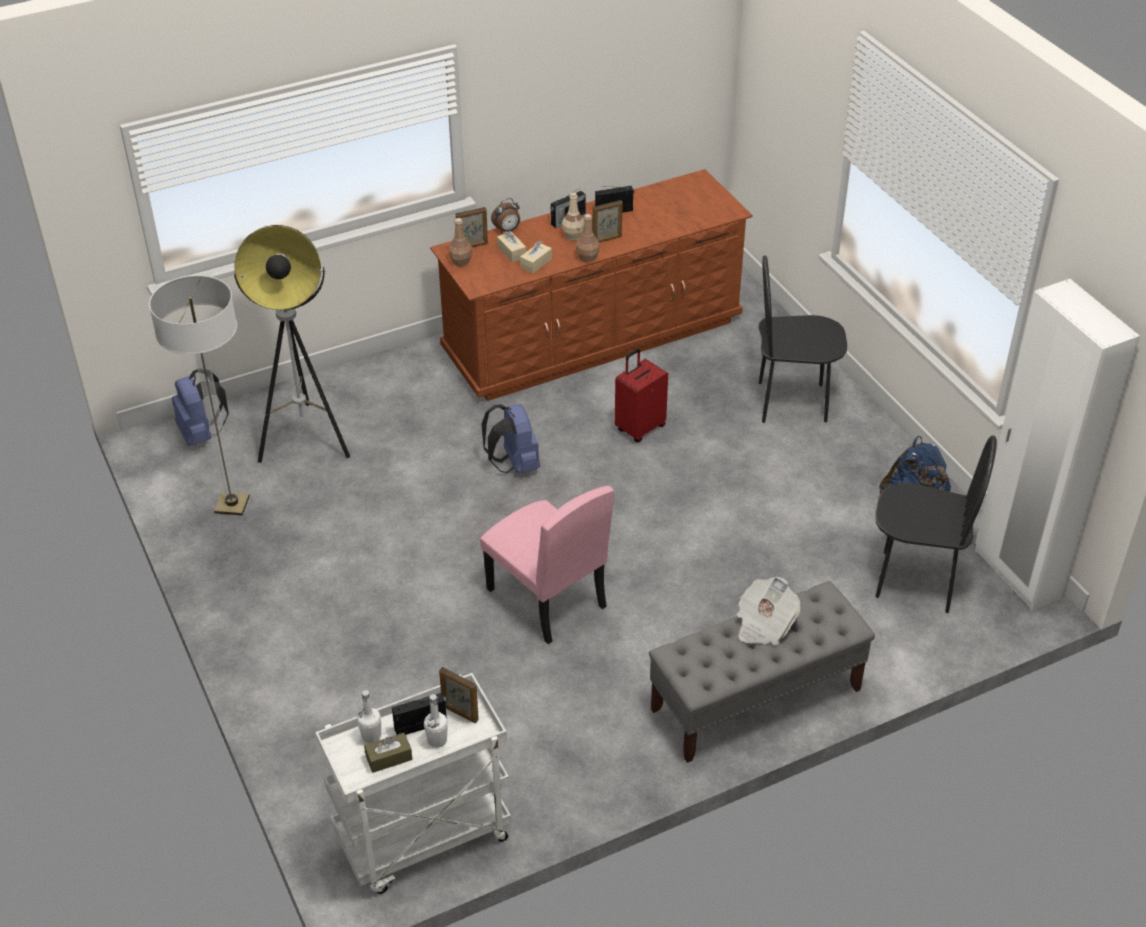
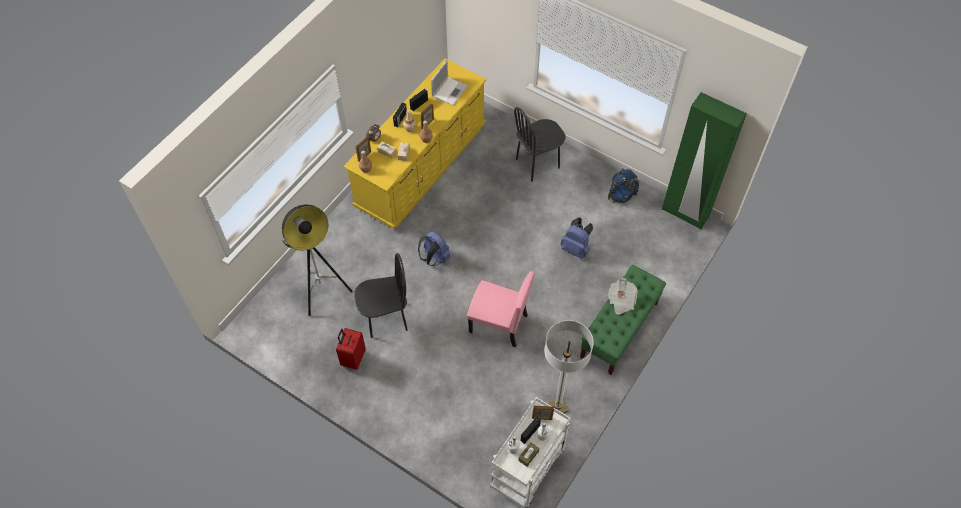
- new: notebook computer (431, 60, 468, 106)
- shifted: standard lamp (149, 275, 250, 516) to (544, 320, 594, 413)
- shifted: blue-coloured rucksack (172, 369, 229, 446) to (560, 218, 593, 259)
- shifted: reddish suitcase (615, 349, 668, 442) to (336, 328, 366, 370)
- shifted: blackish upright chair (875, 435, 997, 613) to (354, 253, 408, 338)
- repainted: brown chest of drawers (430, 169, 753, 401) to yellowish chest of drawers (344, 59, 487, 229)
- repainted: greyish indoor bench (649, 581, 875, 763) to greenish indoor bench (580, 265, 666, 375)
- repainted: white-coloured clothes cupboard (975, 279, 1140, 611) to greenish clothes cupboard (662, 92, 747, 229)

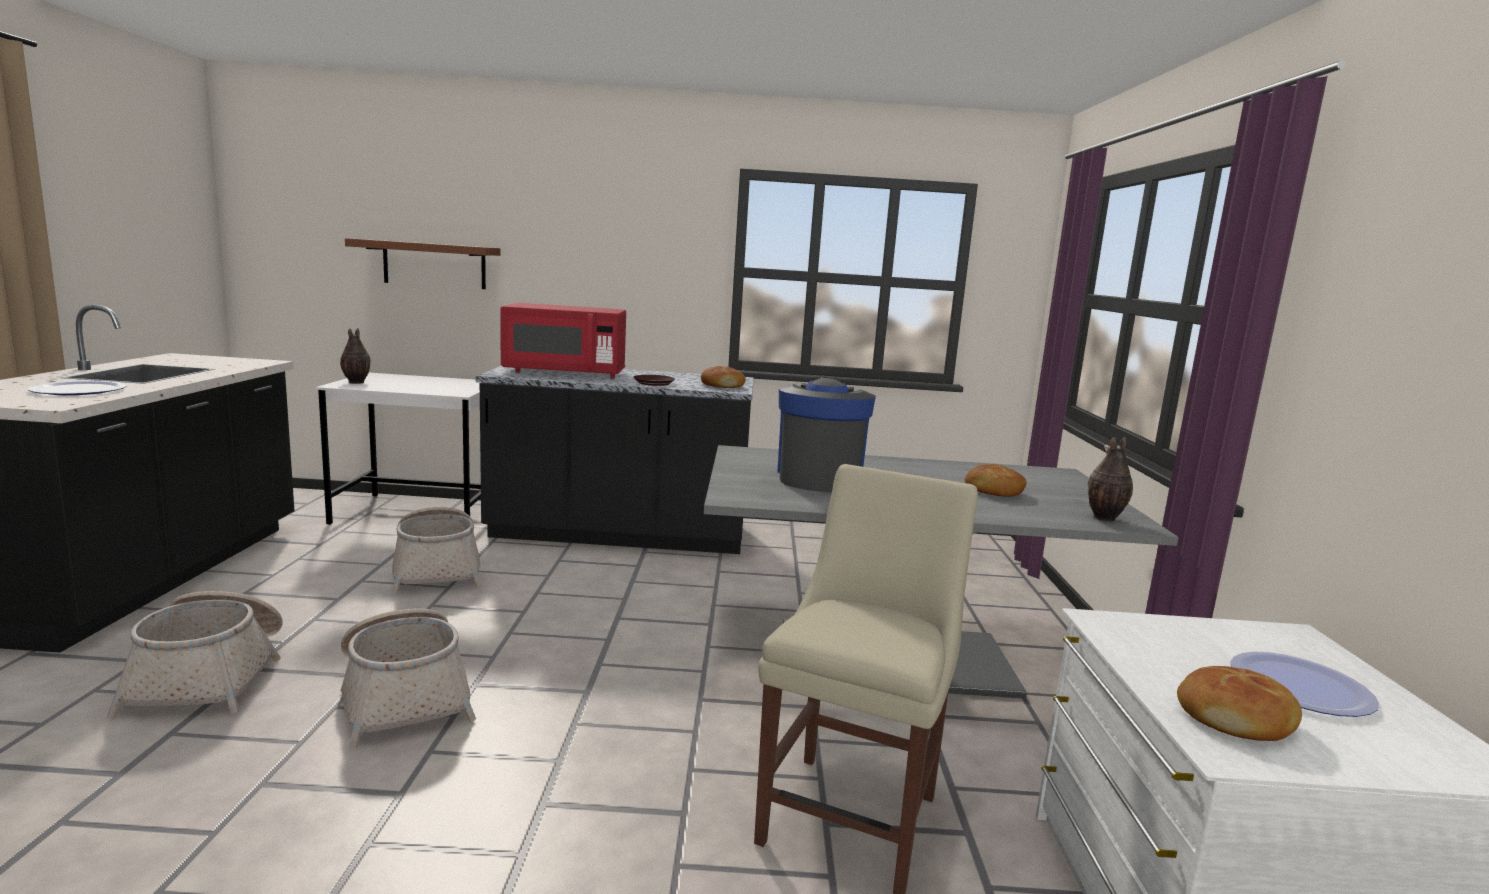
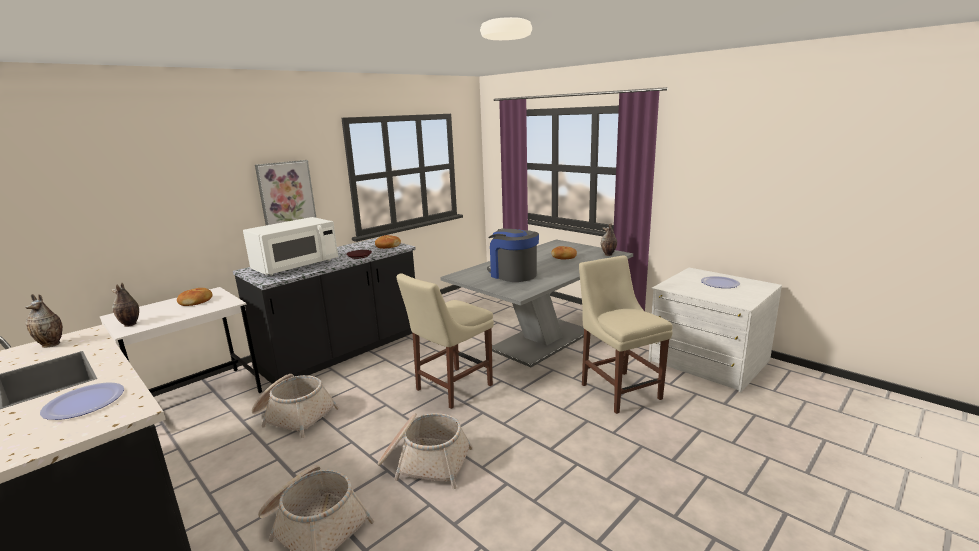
- gone: brown shelf (345, 238, 501, 289)
- new: decorative vase (25, 294, 63, 348)
- new: wall art (255, 160, 316, 225)
- new: beige-coloured upright chair (396, 273, 494, 409)
- shifted: bread (1177, 666, 1302, 741) to (177, 288, 212, 306)
- repainted: reddish kitchen microwave (500, 303, 626, 378) to white-coloured kitchen microwave (243, 217, 338, 276)

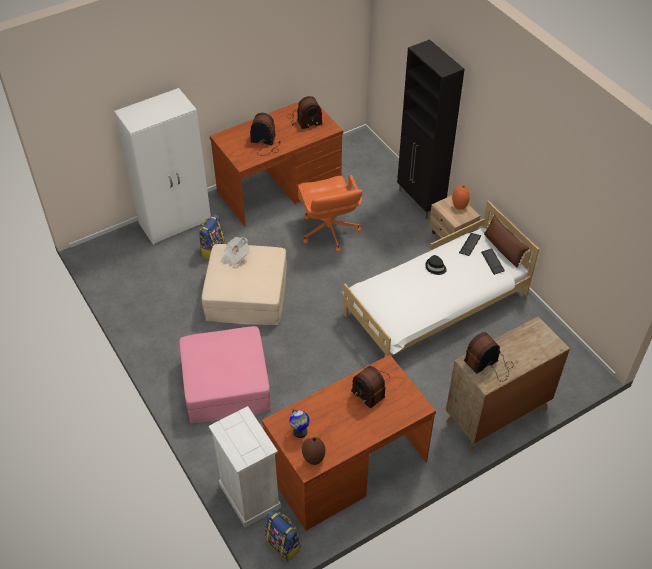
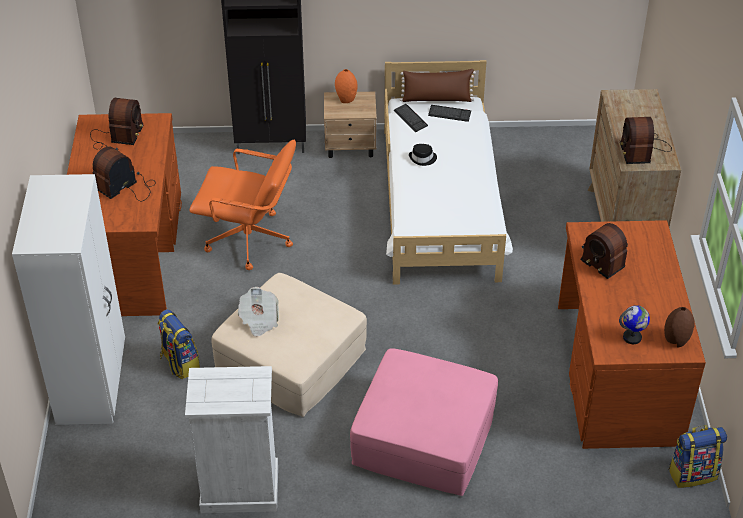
- shifted: white-coloured chest of drawers (209, 406, 281, 528) to (185, 366, 278, 513)
- rotated: radio (351, 366, 390, 409) = (580, 223, 628, 279) 60 degrees clockwise

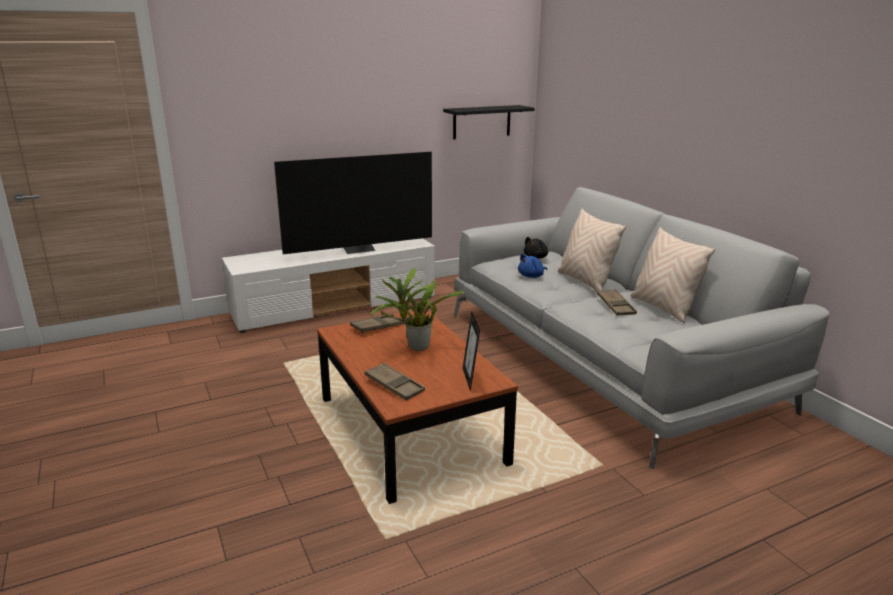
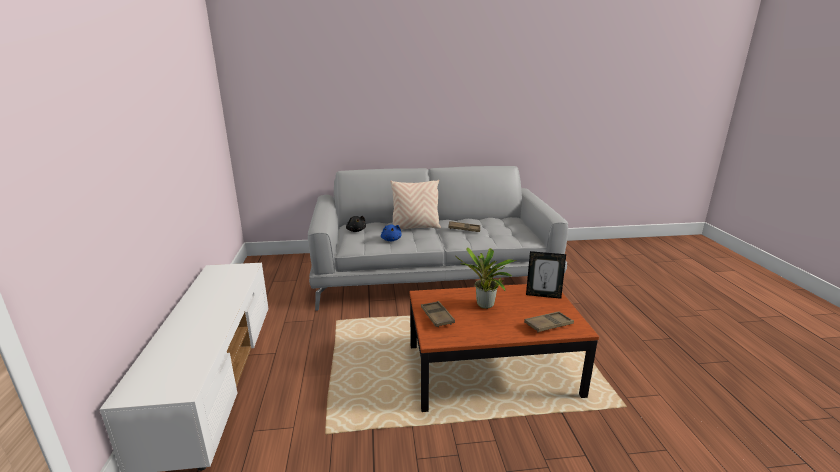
- gone: TV (274, 152, 432, 254)
- gone: blackish shelf (443, 105, 535, 140)
- gone: beige-coloured throw pillow (631, 227, 715, 323)

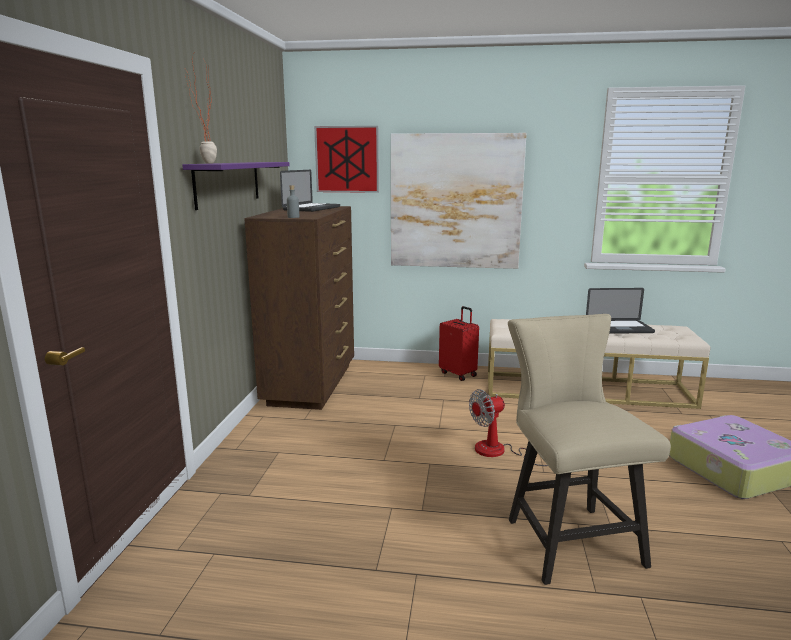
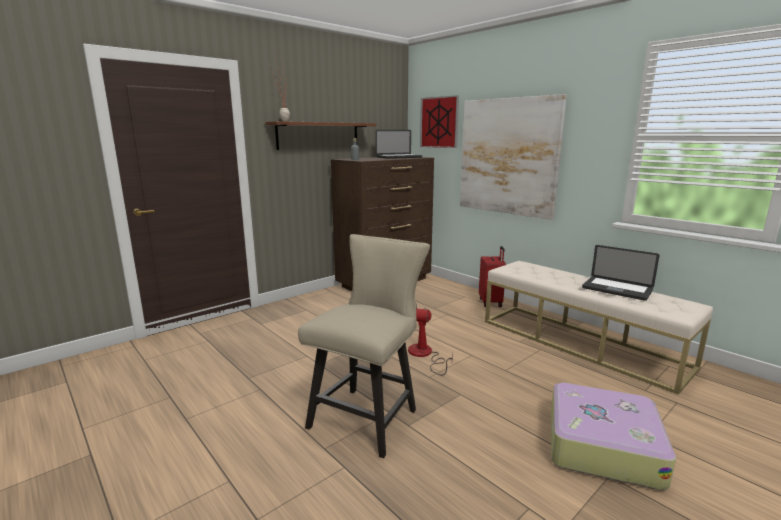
- repainted: purple shelf (182, 162, 290, 210) to brown shelf (265, 121, 376, 150)

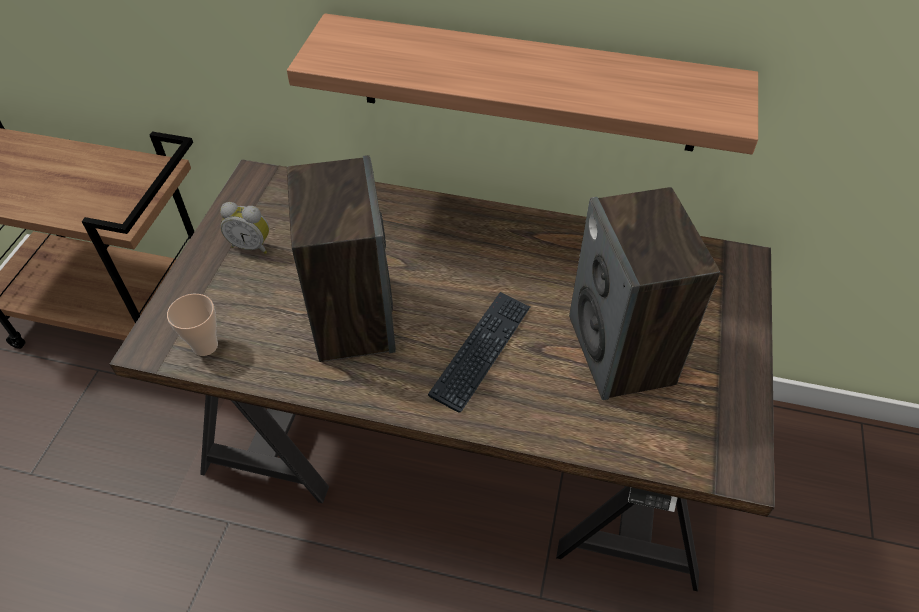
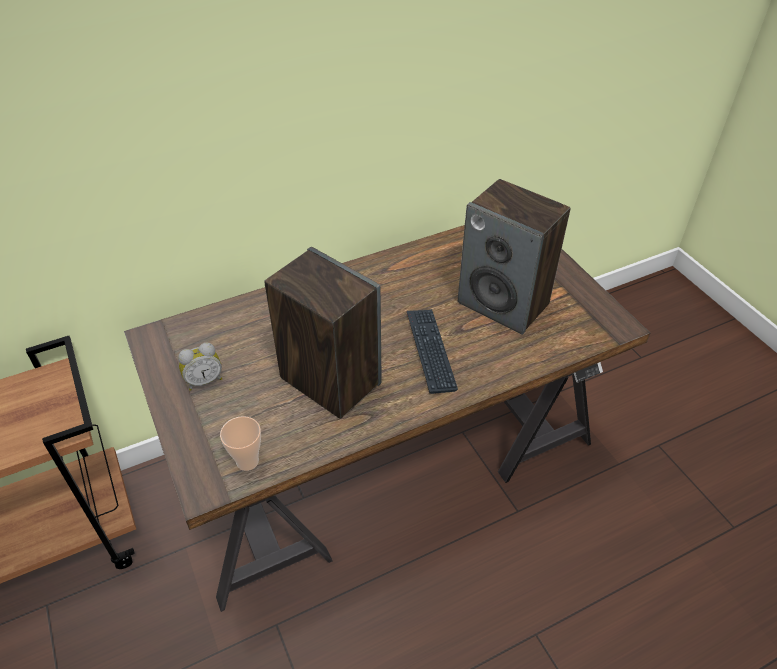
- gone: shelf (287, 13, 758, 155)

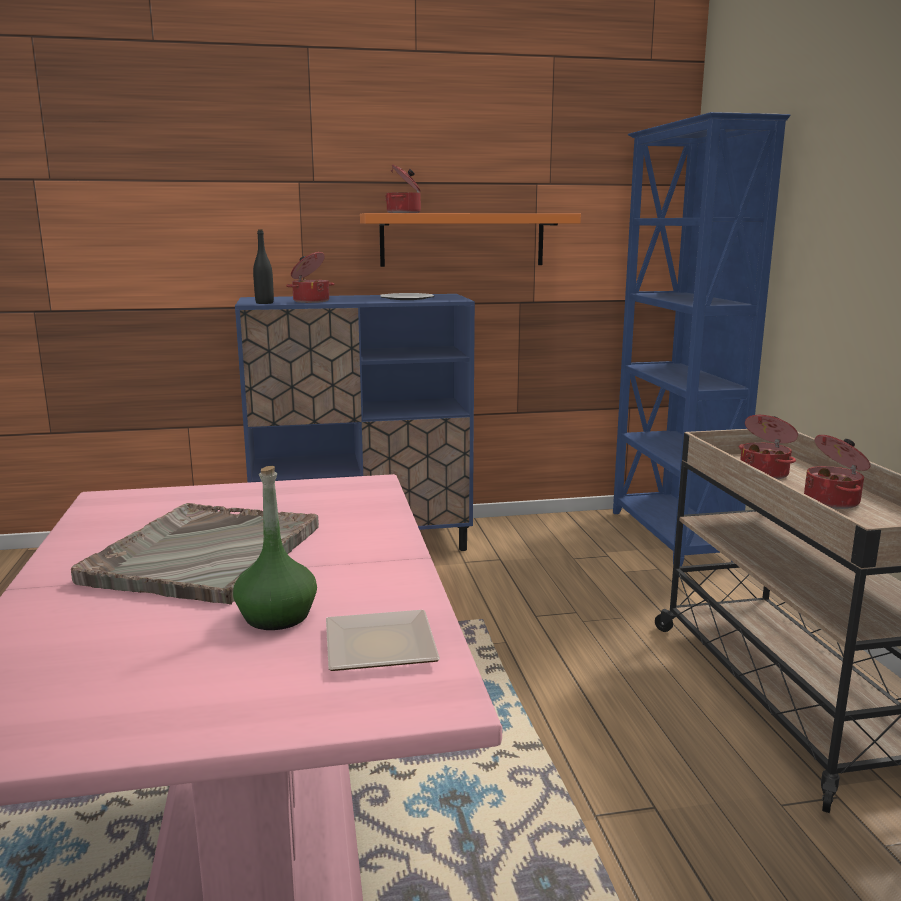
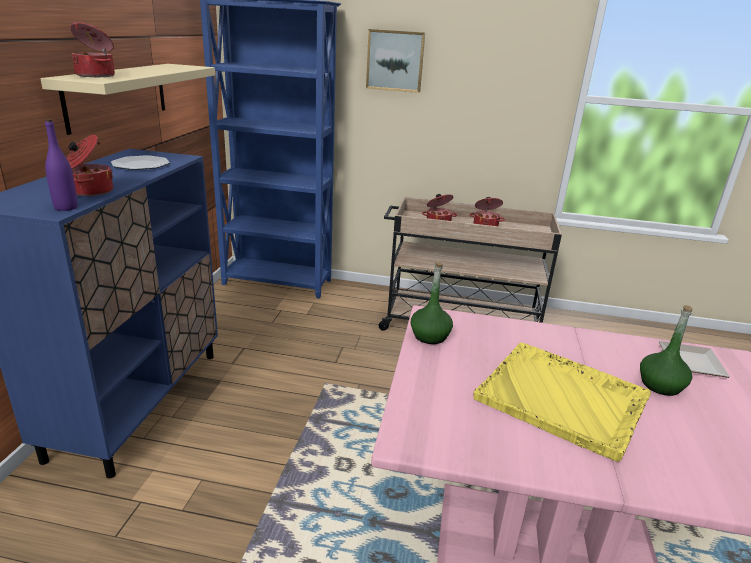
- new: wall art (366, 29, 425, 93)
- new: greenish drink bottle (411, 262, 453, 344)
- repainted: greyish serving tray (71, 503, 319, 605) to yellowish serving tray (473, 343, 651, 462)
- repainted: blackish drink bottle (253, 229, 274, 304) to purple drink bottle (45, 119, 78, 211)
- repainted: orange-coloured shelf (360, 213, 581, 267) to beige-coloured shelf (40, 64, 215, 135)

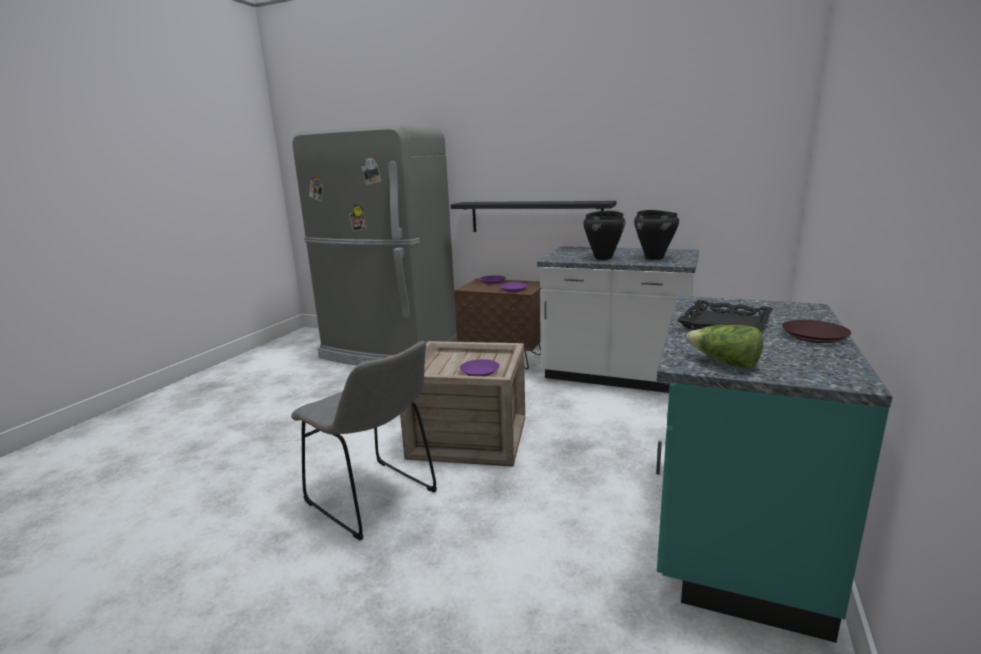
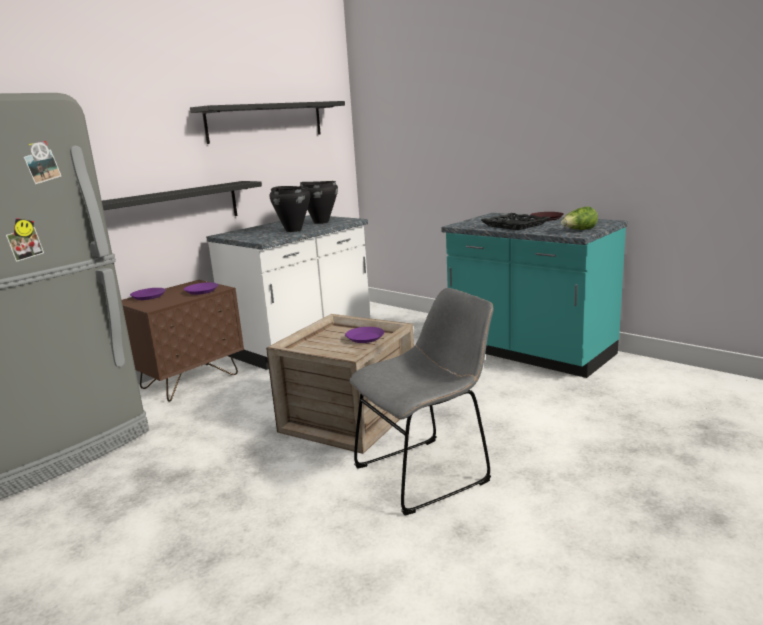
- new: blackish shelf (190, 101, 345, 144)

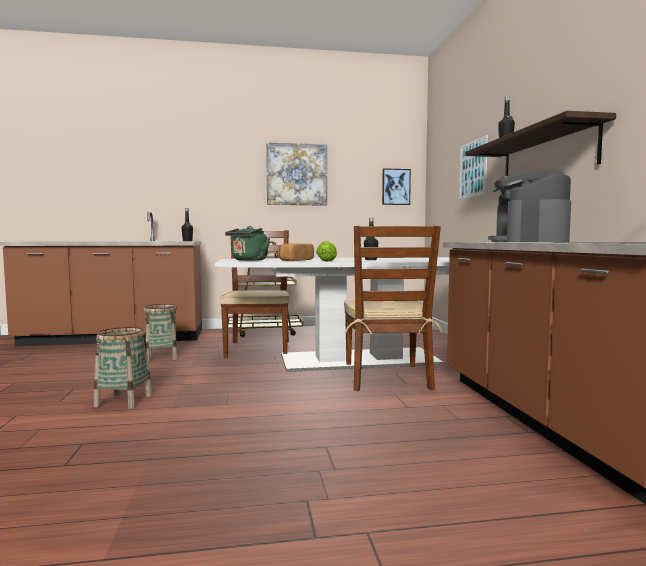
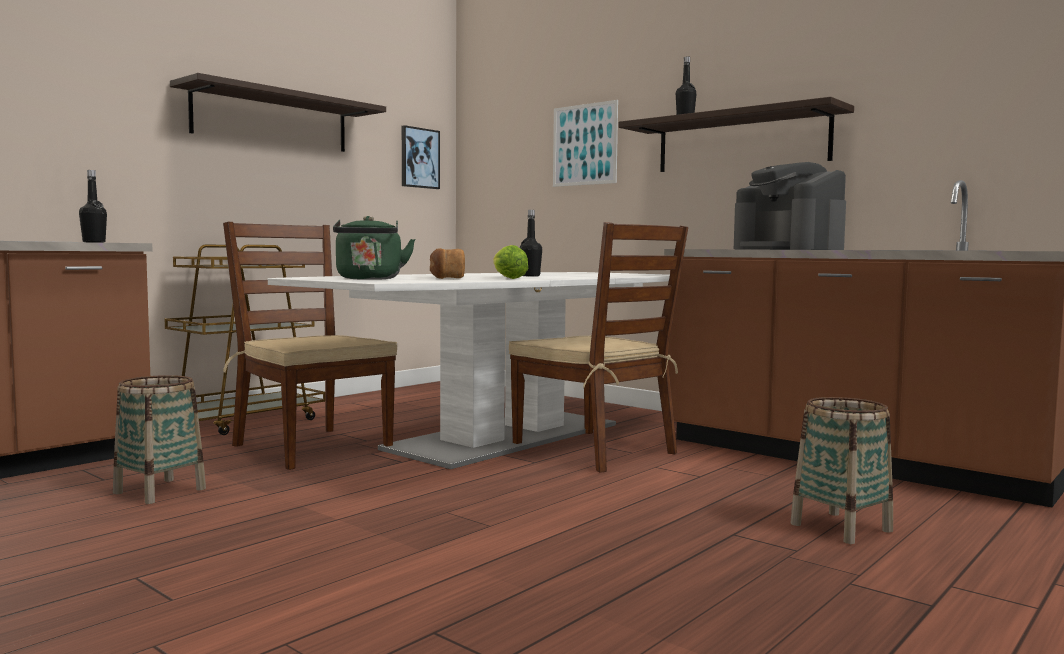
- shifted: household basket (94, 327, 152, 409) to (790, 397, 893, 544)
- swapped: wall art (266, 142, 327, 206) to shelf (170, 73, 386, 152)

